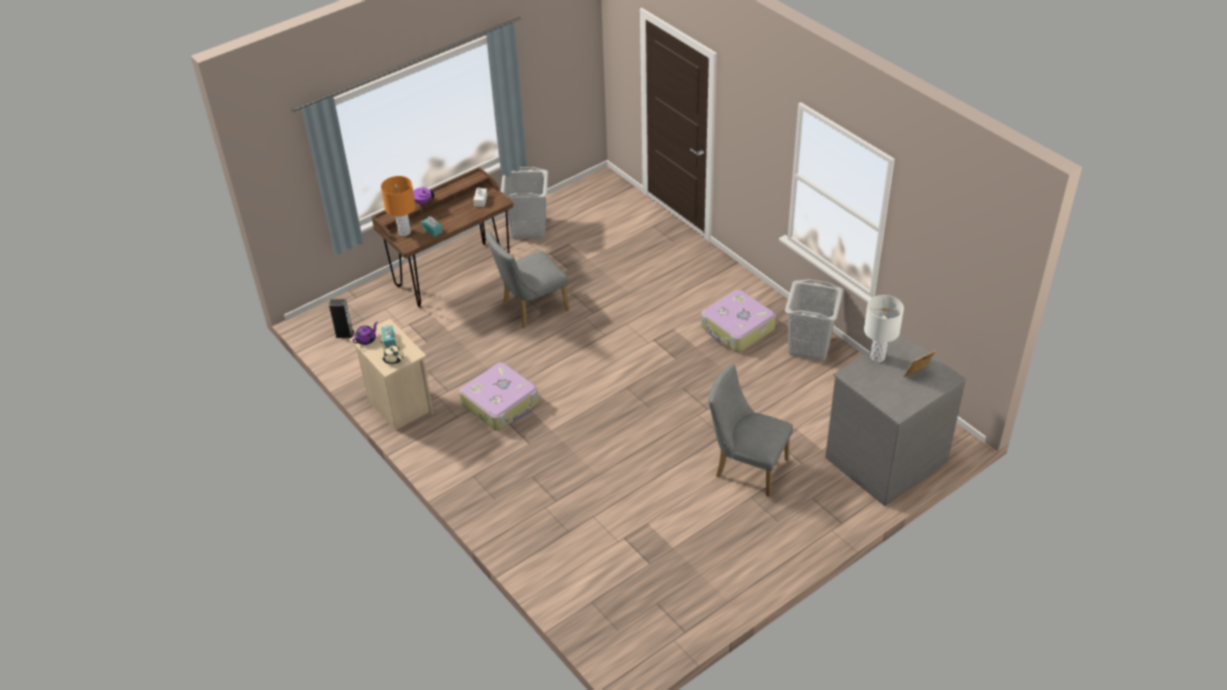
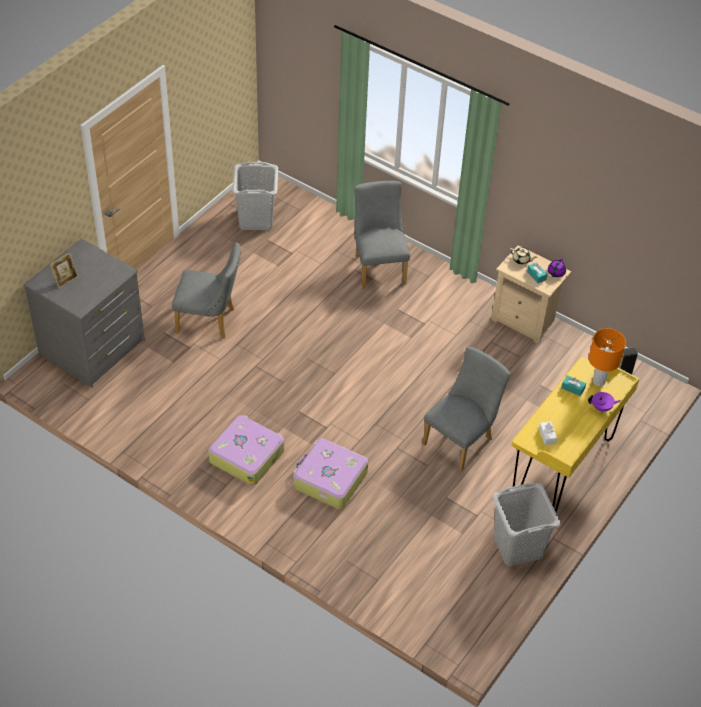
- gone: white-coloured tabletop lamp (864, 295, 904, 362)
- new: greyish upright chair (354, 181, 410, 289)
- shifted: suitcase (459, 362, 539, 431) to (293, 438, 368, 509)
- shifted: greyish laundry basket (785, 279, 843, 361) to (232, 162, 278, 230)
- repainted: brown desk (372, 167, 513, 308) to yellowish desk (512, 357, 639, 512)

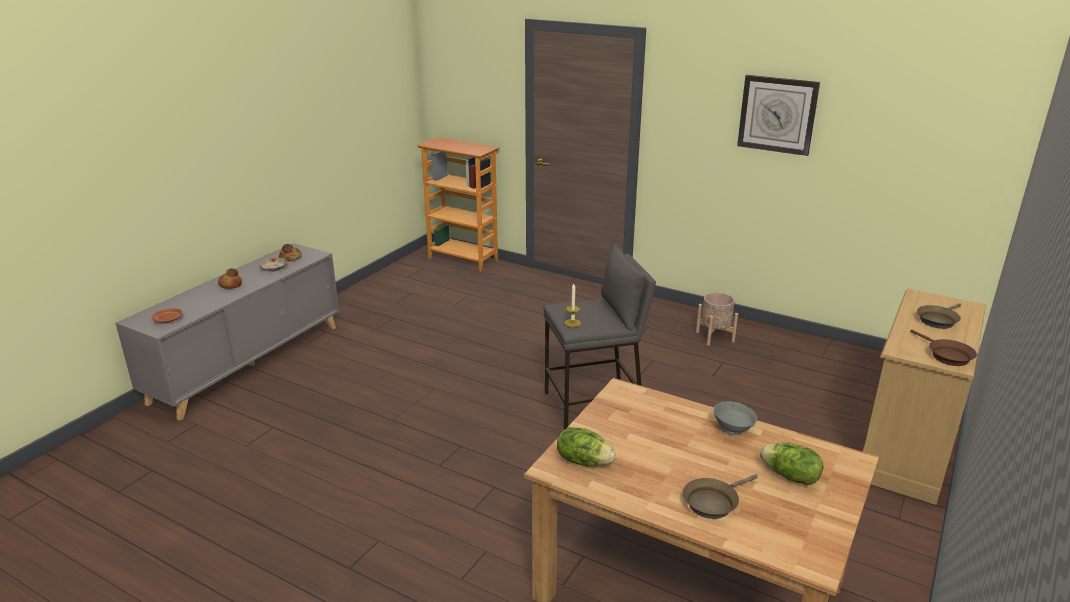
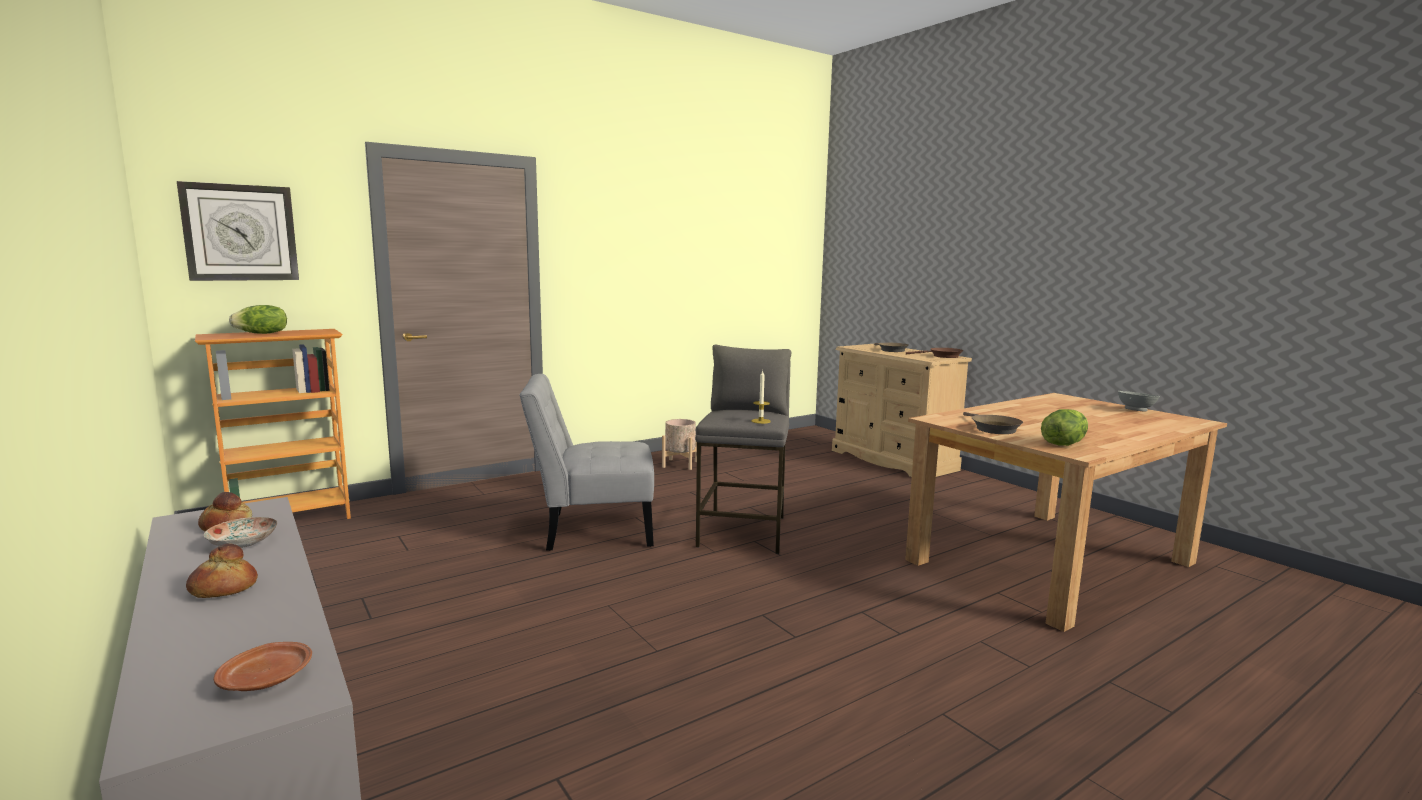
- new: greyish upright chair (519, 374, 654, 551)
- shifted: brown pan (683, 474, 758, 519) to (963, 412, 1023, 434)
- shifted: greyish deep dish (714, 401, 757, 435) to (1118, 391, 1160, 411)
- shifted: hanging clock (737, 75, 820, 156) to (177, 181, 299, 281)
- shifted: lettuce (760, 442, 823, 485) to (229, 305, 287, 334)

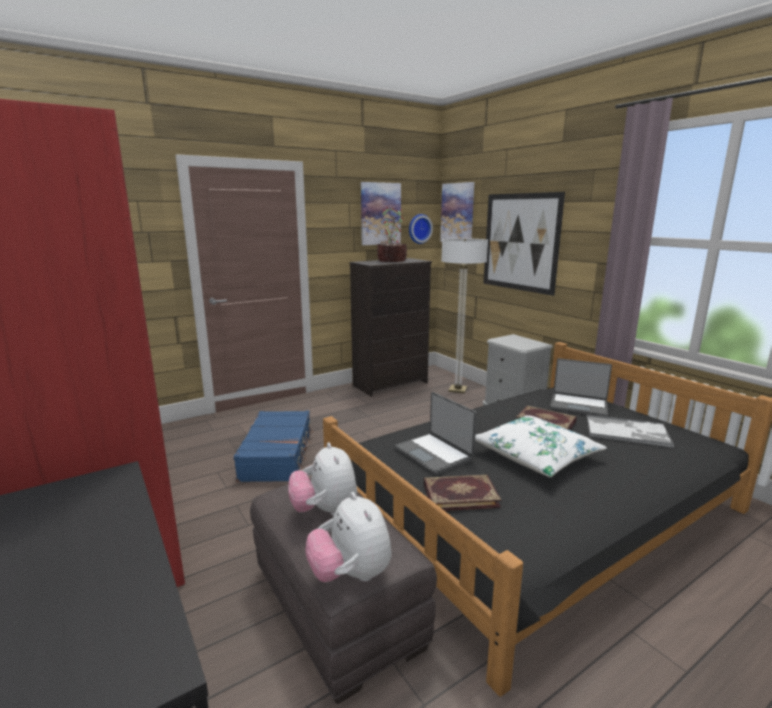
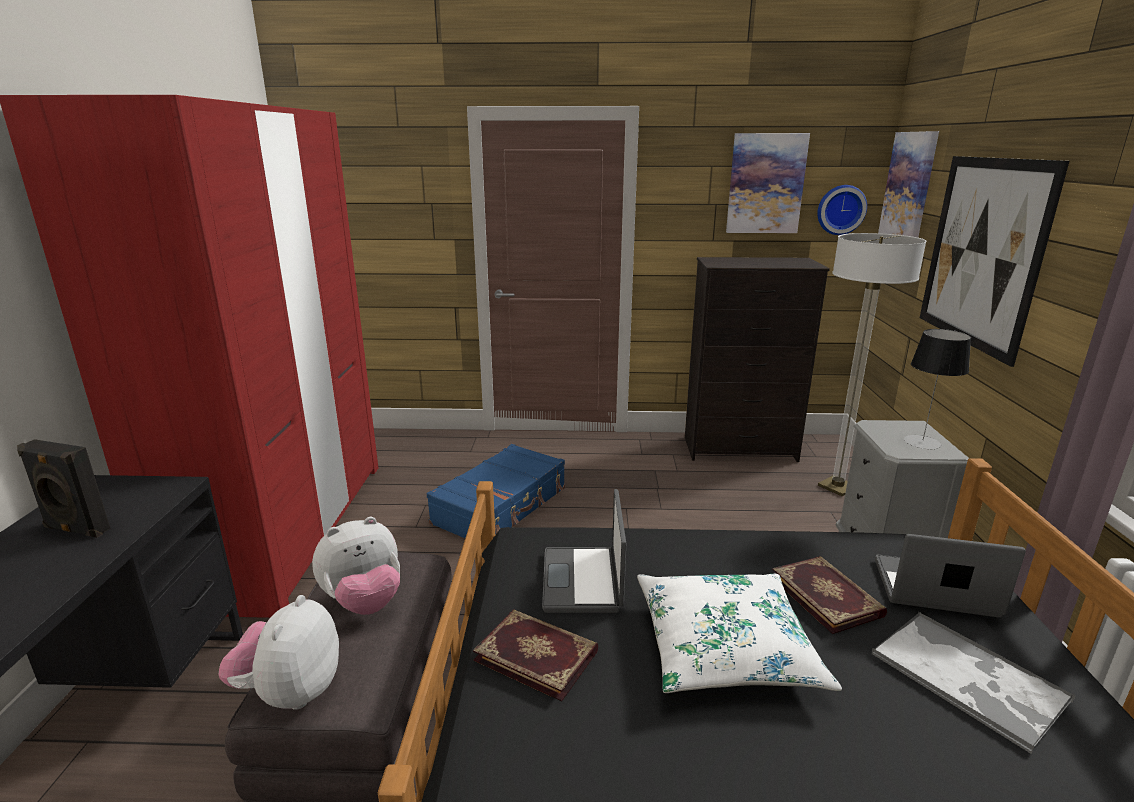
- gone: potted plant (377, 207, 407, 262)
- new: blackish speaker (17, 439, 111, 538)
- new: tabletop lamp (904, 329, 971, 450)
- rotated: cuddly toy (288, 442, 357, 516) = (312, 517, 400, 615) 135 degrees counterclockwise
- rotated: notebook computer (550, 358, 612, 417) = (875, 534, 1026, 618) 135 degrees clockwise

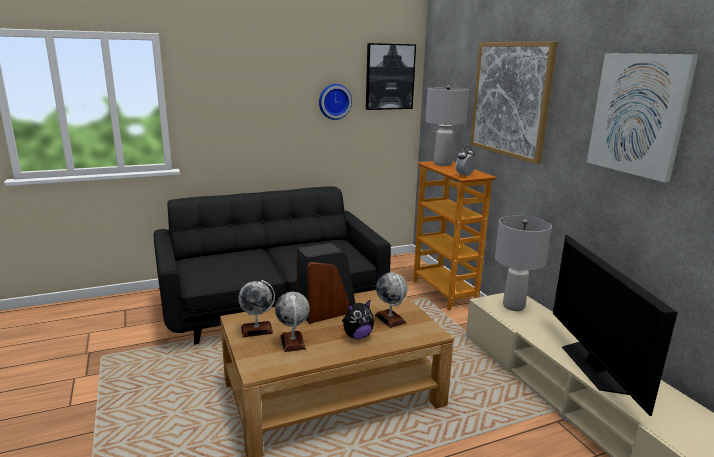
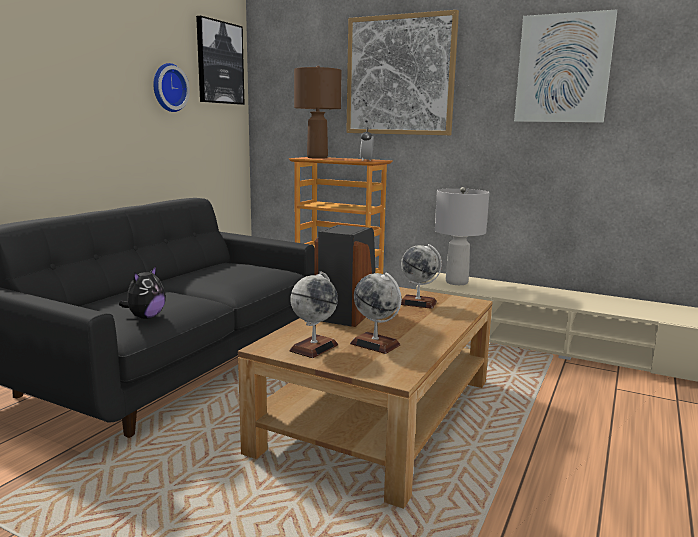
- gone: TV (553, 235, 678, 416)
- shifted: cuddly toy (342, 299, 374, 339) to (119, 266, 166, 319)
- repainted: greyish tabletop lamp (425, 85, 470, 166) to brown tabletop lamp (294, 66, 342, 159)

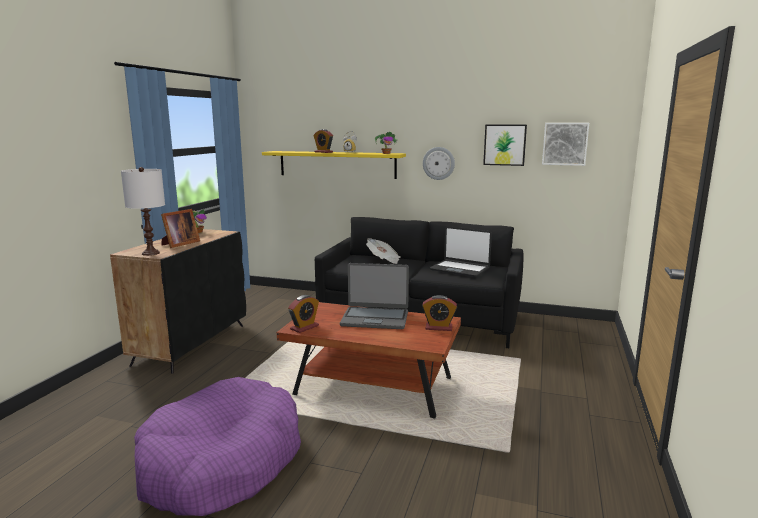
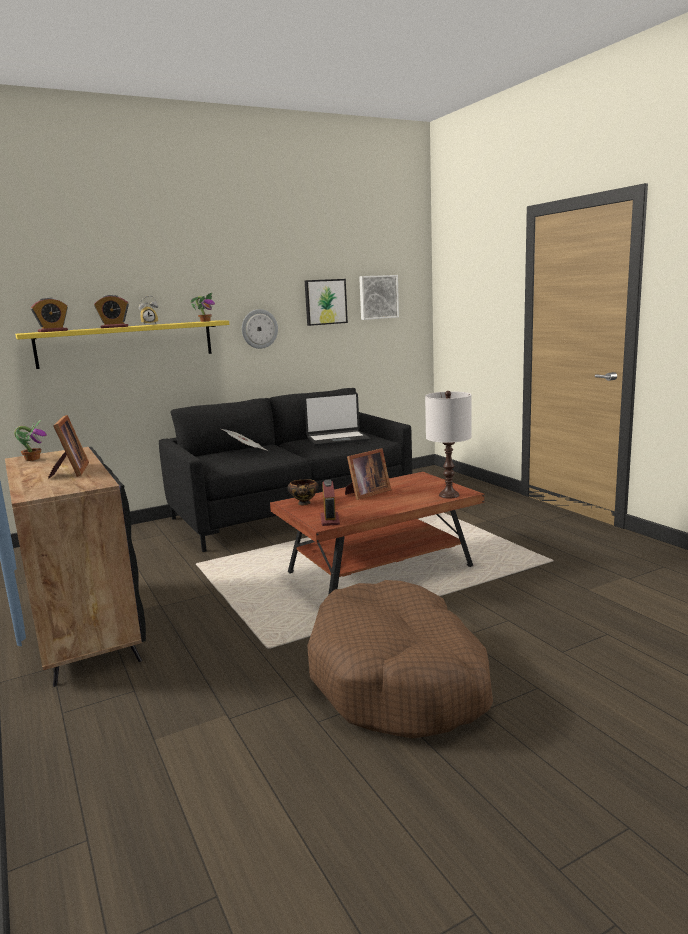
- new: deep dish (288, 479, 319, 505)
- shifted: white-coloured tabletop lamp (121, 167, 165, 256) to (425, 391, 472, 498)
- shifted: alarm clock (422, 295, 457, 331) to (31, 297, 68, 332)
- swapped: notebook computer (340, 263, 409, 329) to standing frame (345, 448, 391, 500)
- repainted: purple dog bed (134, 377, 301, 516) to brown dog bed (307, 580, 493, 738)

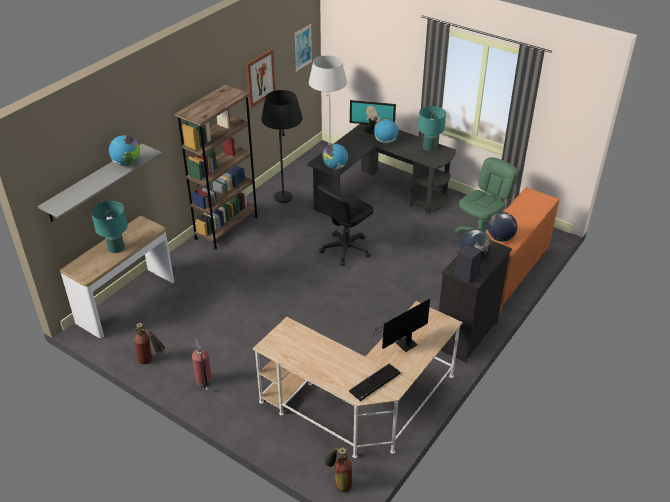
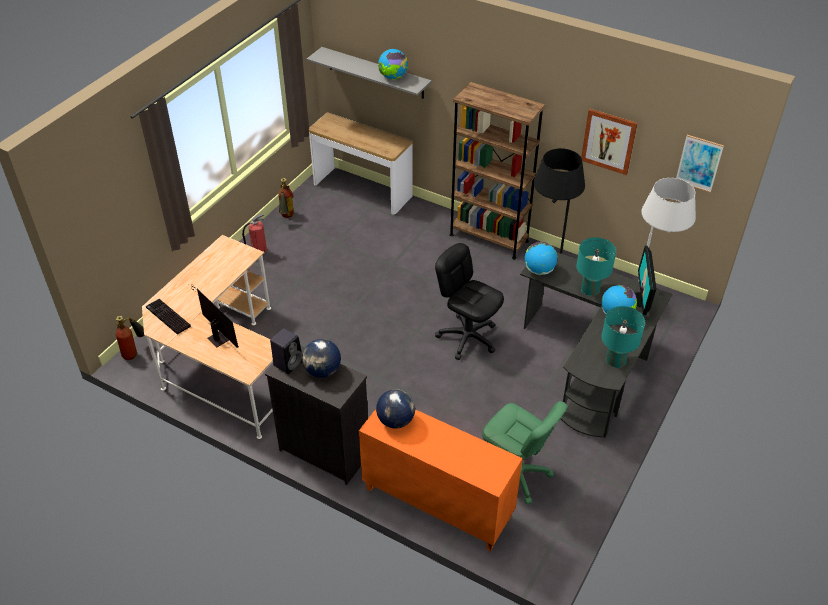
- shifted: turquoise-coloured tabletop lamp (91, 201, 128, 253) to (576, 237, 616, 296)

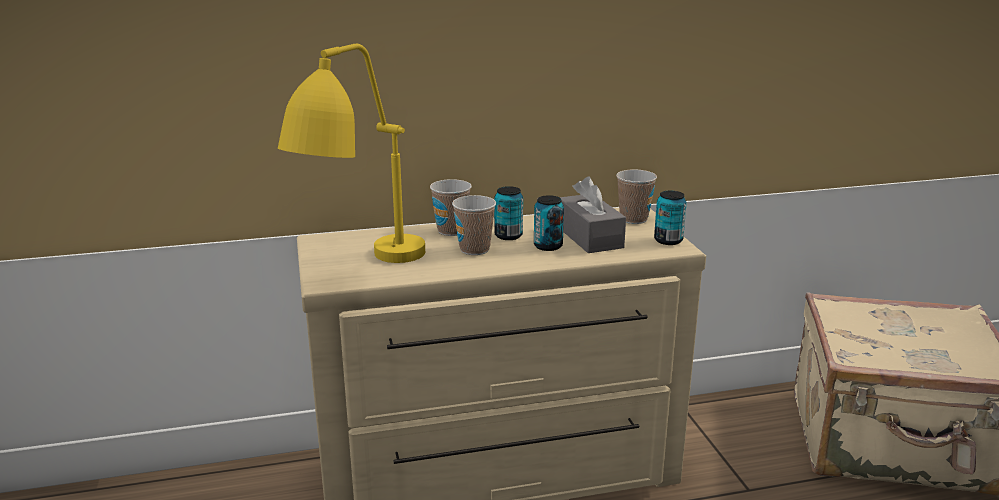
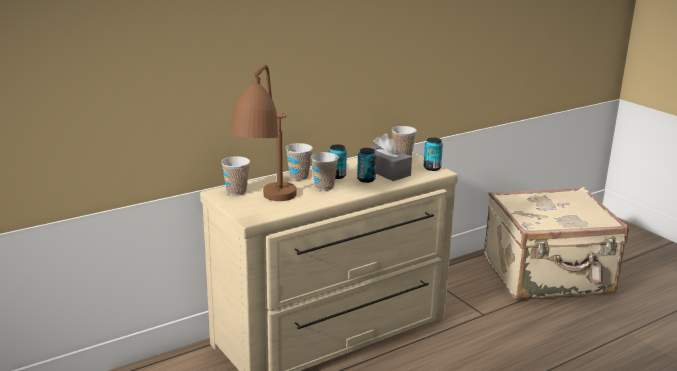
- new: cup (221, 156, 250, 196)
- repainted: yellowish tabletop lamp (278, 44, 425, 263) to brown tabletop lamp (230, 65, 297, 201)

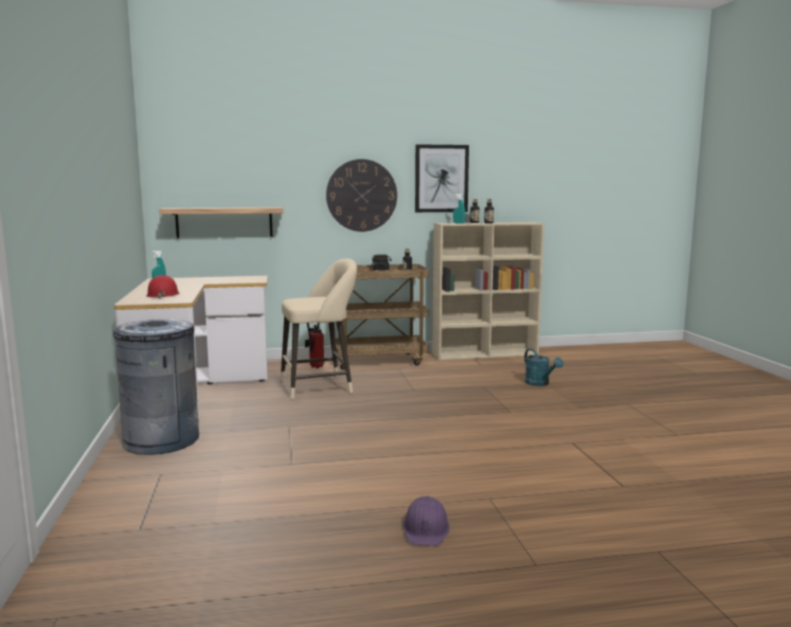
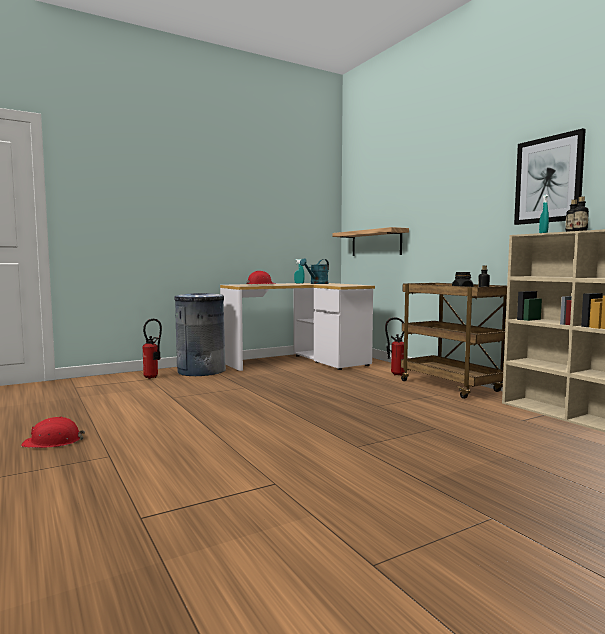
- gone: beige-coloured stool seat (281, 258, 357, 399)
- gone: hanging clock (326, 159, 397, 232)
- new: fire extinguisher (143, 319, 162, 379)
- shifted: turquoise-coloured sprinkling can (524, 349, 563, 386) to (300, 258, 329, 284)
- repainted: purple safety helmet (403, 496, 450, 546) to reddish safety helmet (21, 417, 85, 448)

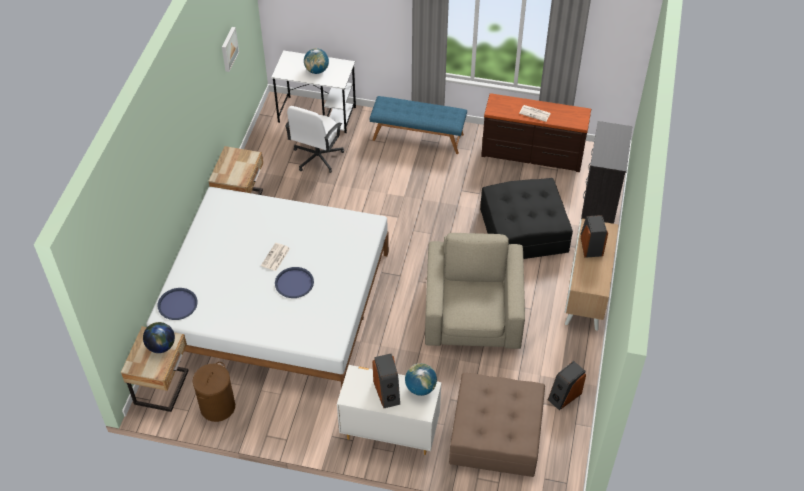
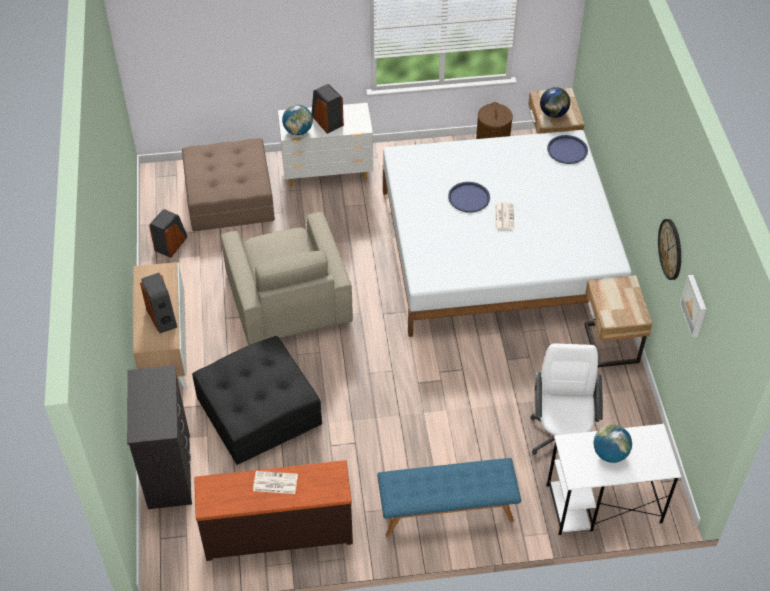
- new: hanging clock (658, 219, 681, 280)

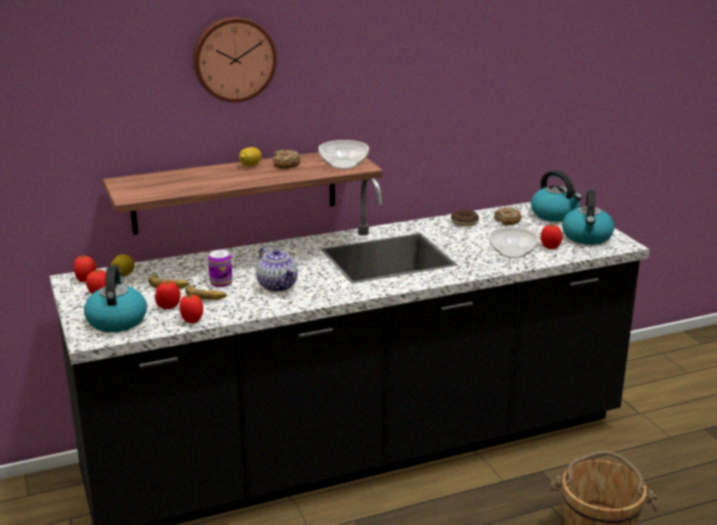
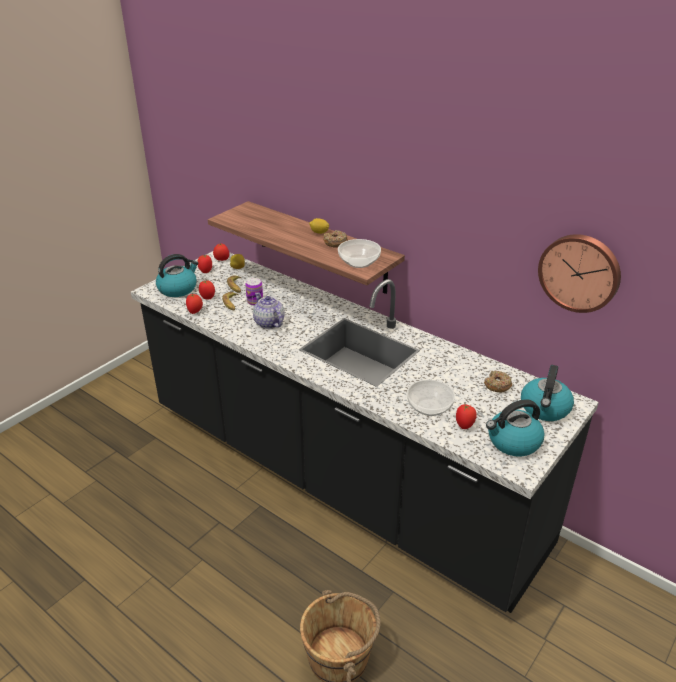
- gone: doughnut (451, 209, 479, 226)
- shifted: hanging clock (193, 17, 277, 103) to (538, 234, 621, 313)
- rotated: teapot (256, 247, 298, 292) = (253, 292, 285, 329) 120 degrees clockwise

